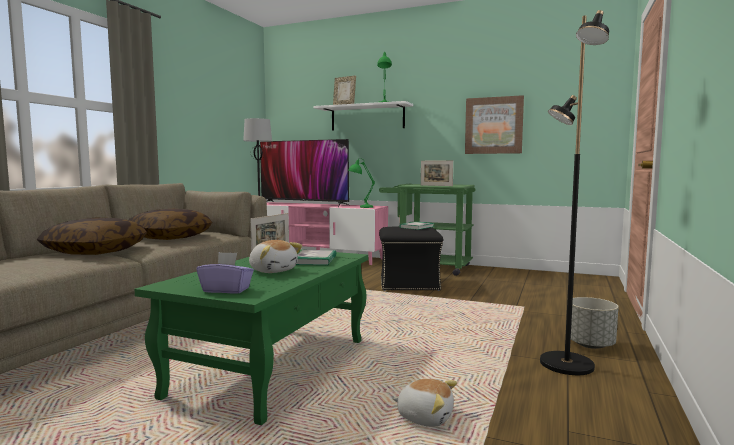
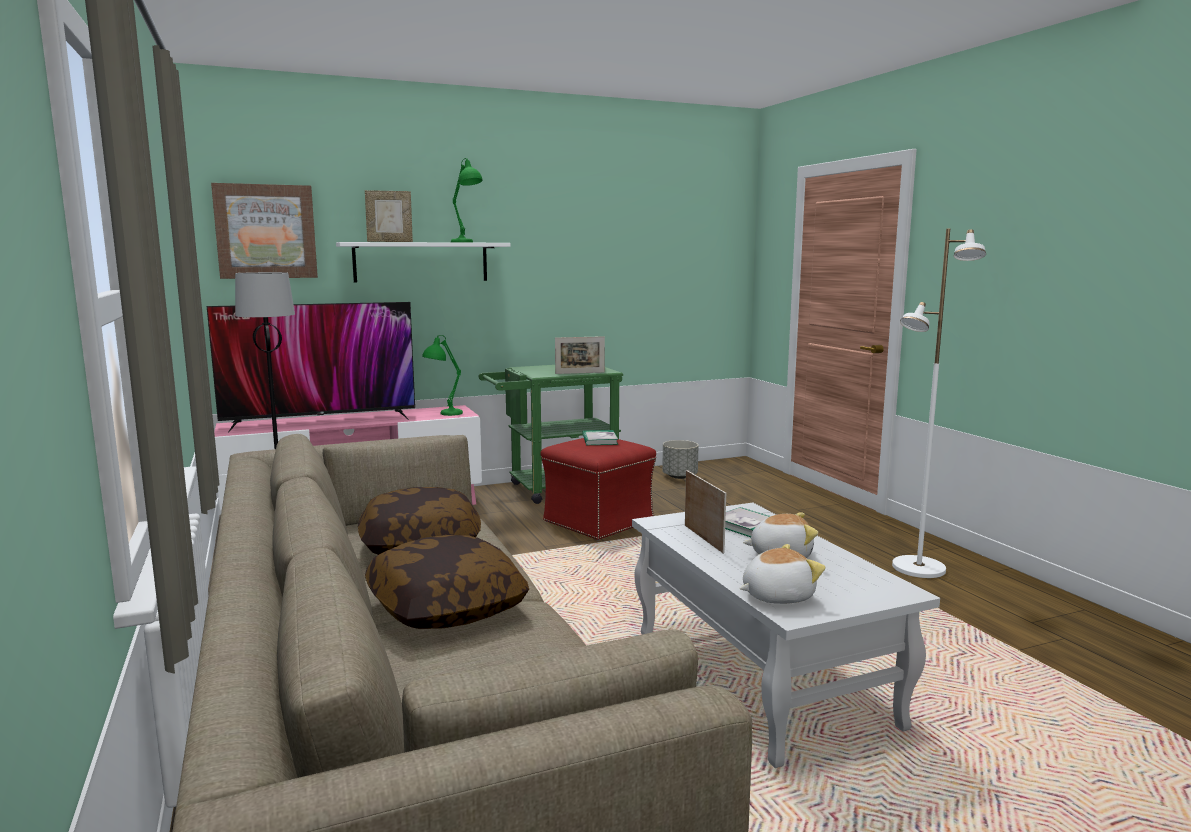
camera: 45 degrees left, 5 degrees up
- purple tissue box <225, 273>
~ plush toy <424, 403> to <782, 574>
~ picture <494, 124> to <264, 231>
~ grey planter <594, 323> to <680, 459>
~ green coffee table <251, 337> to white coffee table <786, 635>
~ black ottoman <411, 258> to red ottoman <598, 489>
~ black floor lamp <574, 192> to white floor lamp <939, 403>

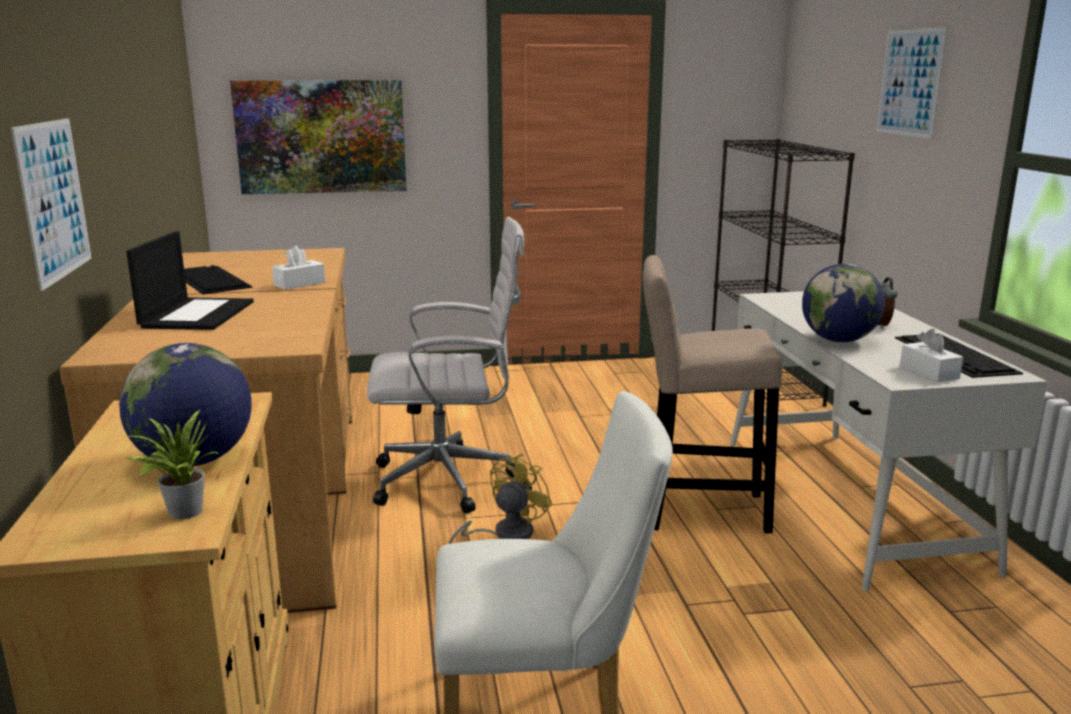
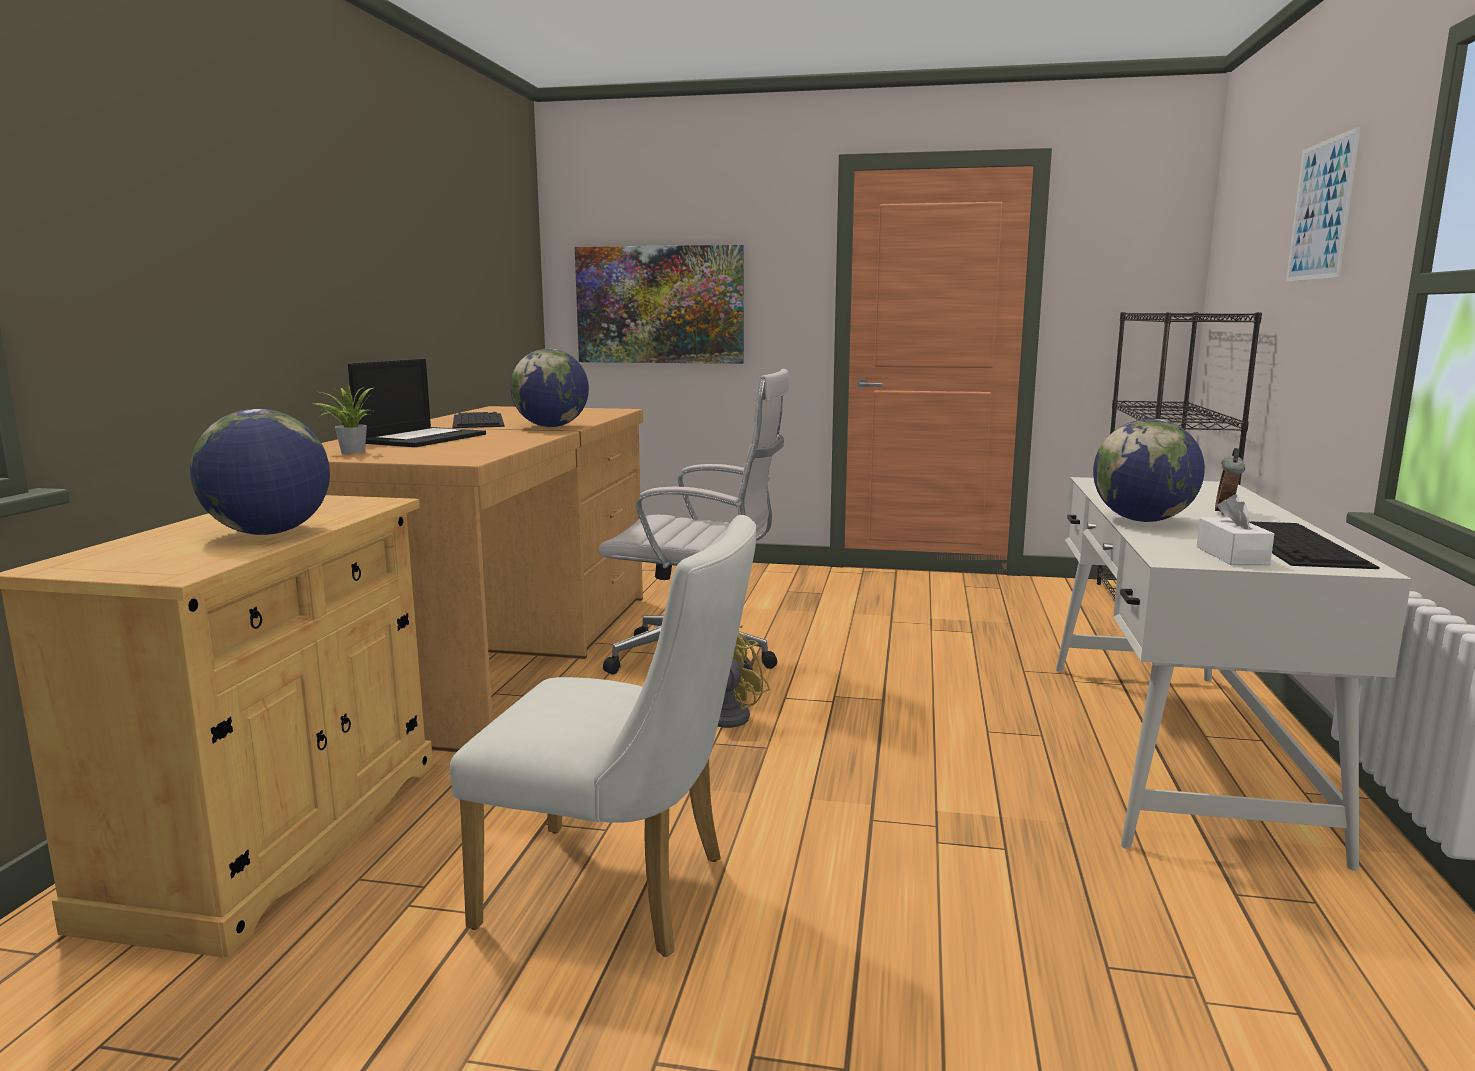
camera: 20 degrees right, 5 degrees down
- picture <51, 204>
- beige stool <712, 394>
~ potted plant <172, 464> to <343, 419>
~ white tissue box <298, 268> to globe <549, 388>

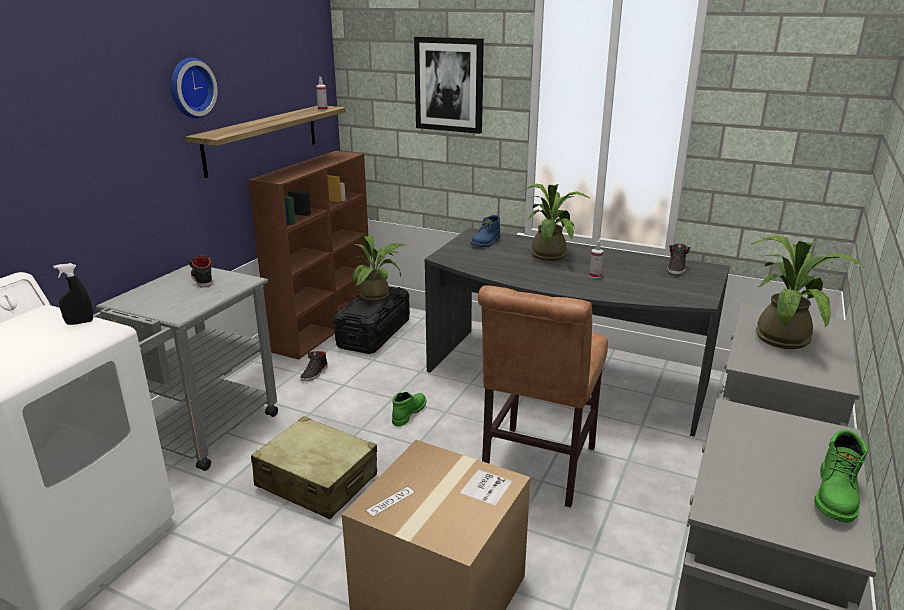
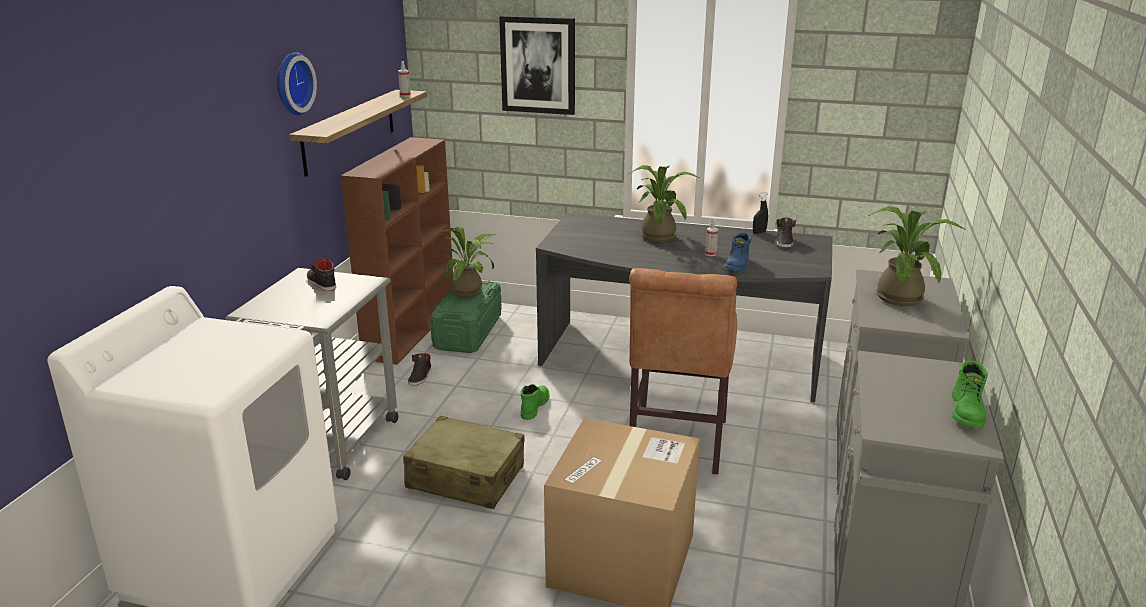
camera: 10 degrees left, 0 degrees up
~ black spray bottle <73, 294> to <760, 213>
~ blue boot <485, 231> to <737, 251>
~ black storage box <372, 320> to green storage box <466, 316>

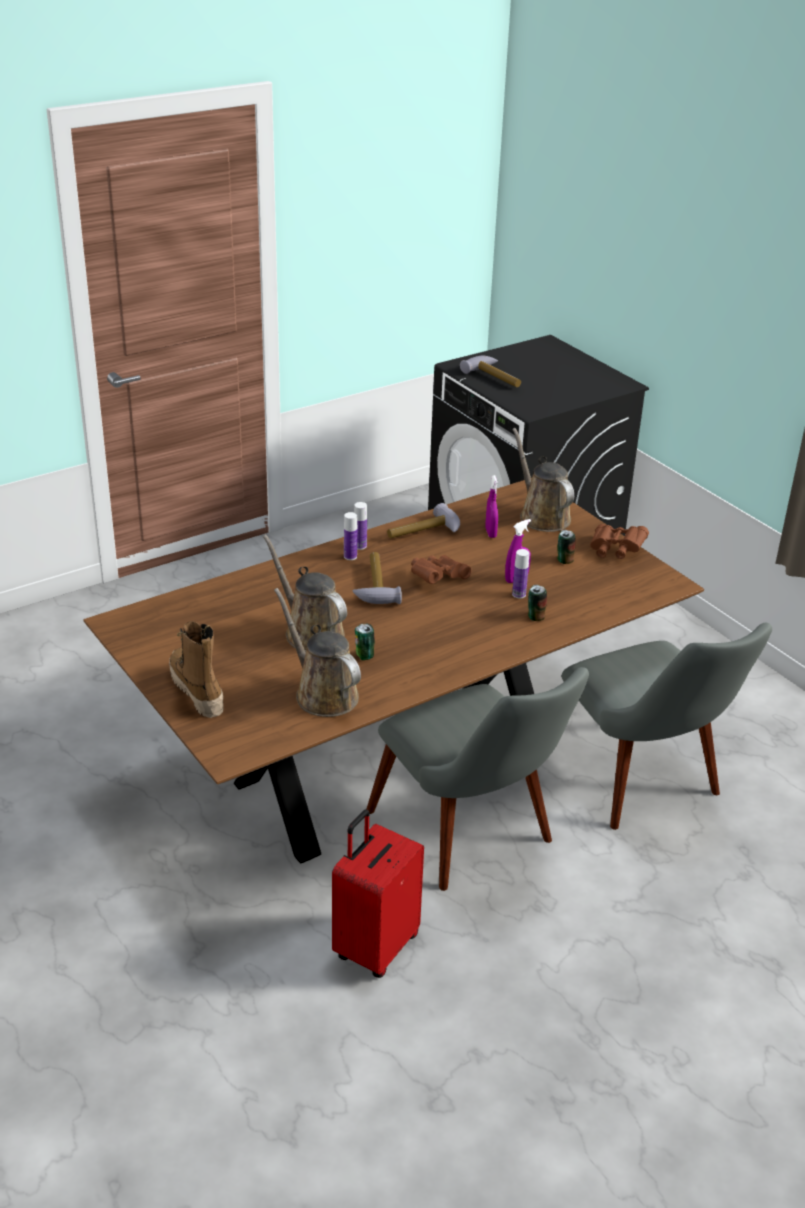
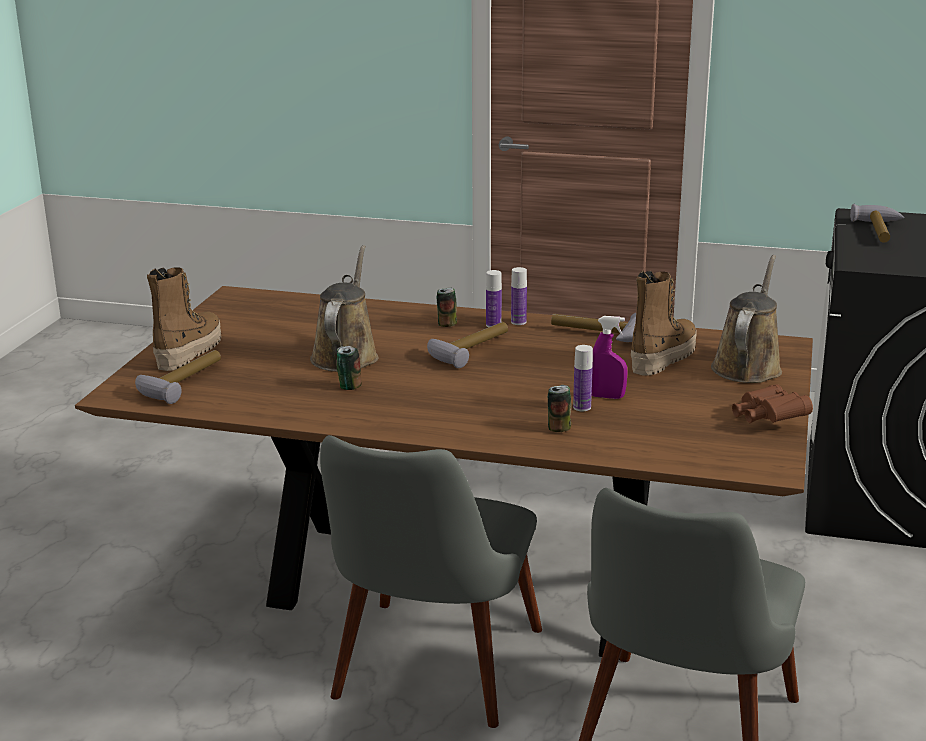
camera: 50 degrees right, 10 degrees down
- brown watering can <317, 652>
- red suitcase <378, 893>
- brown binoculars <441, 569>
+ hammer <178, 377>
~ can <566, 547> to <447, 307>
~ purple spray bottle <491, 506> to boot <664, 323>

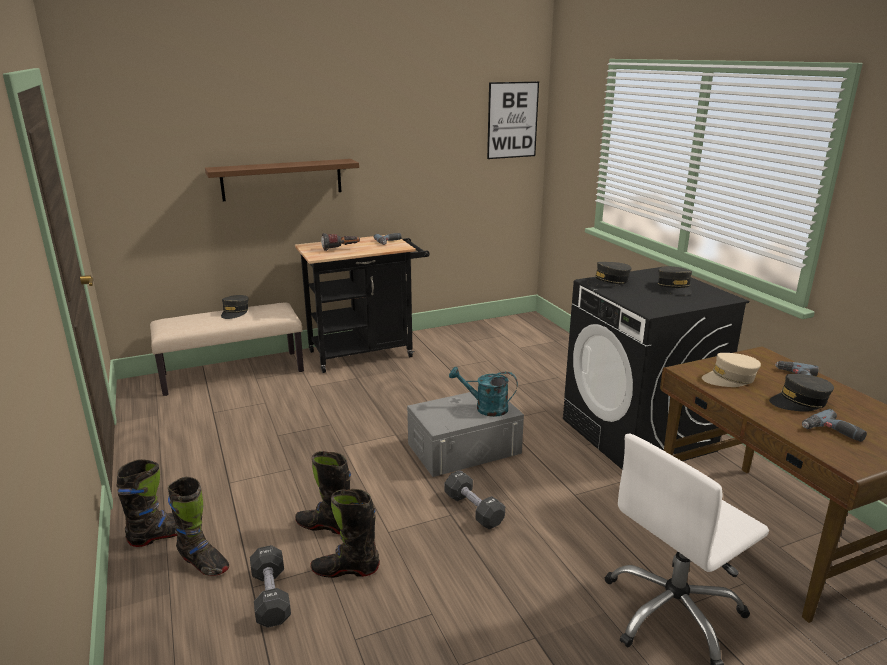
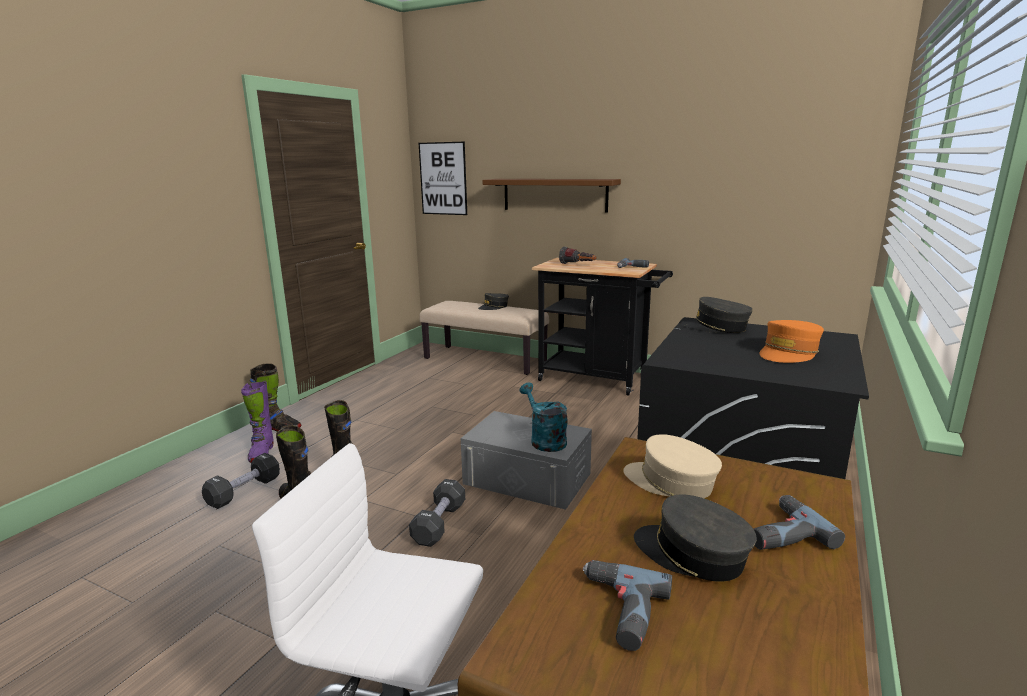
camera: 50 degrees right, 5 degrees down
~ picture <513, 120> to <443, 178>
~ black boot <198, 526> to purple boot <257, 422>
~ grey cap <675, 280> to orange cap <792, 341>

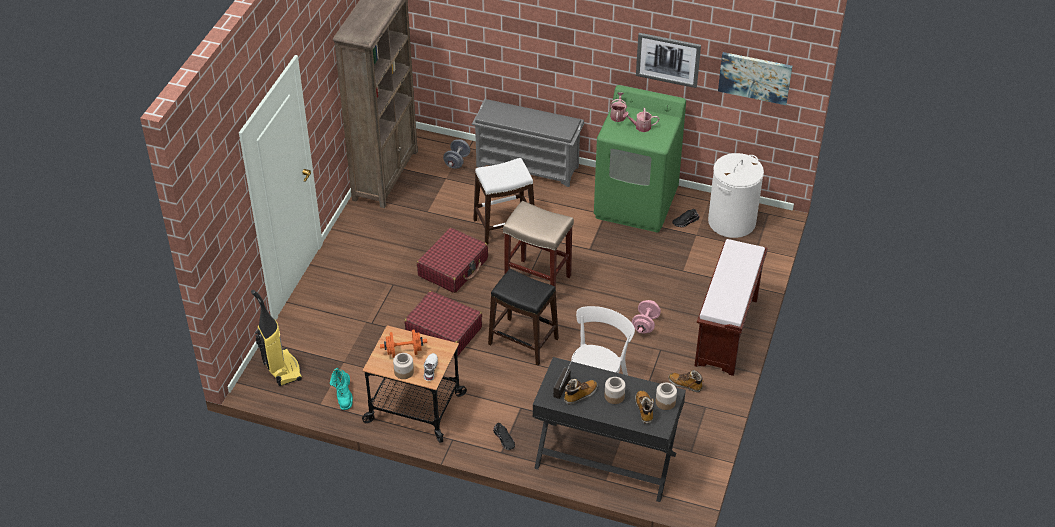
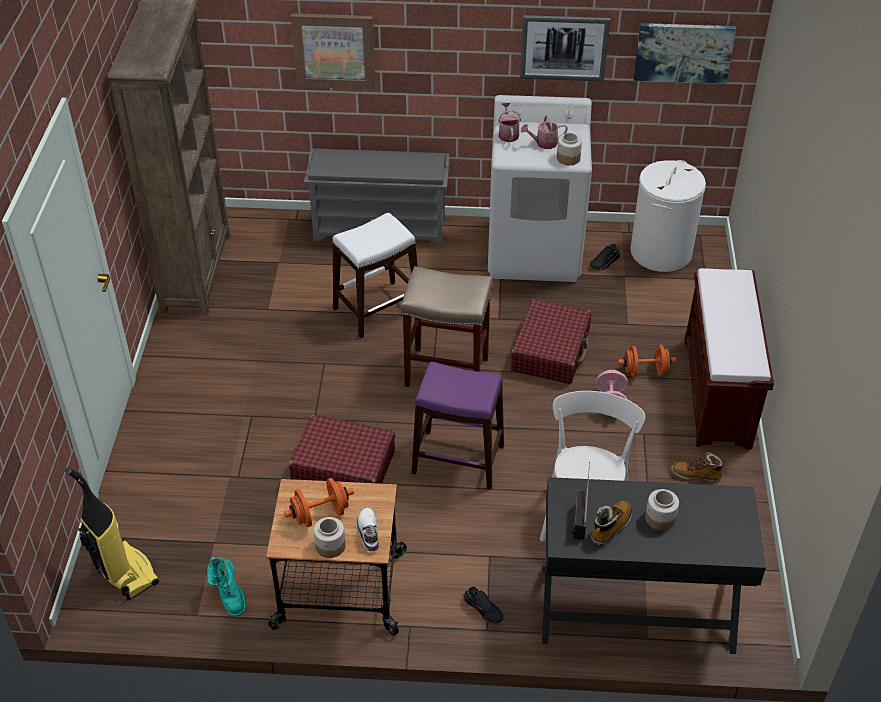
camera: 15 degrees left, 0 degrees up
- grey dumbbell <456, 153>
- boot <645, 407>
+ picture <333, 51>
+ orange dumbbell <647, 361>
~ red suitcase <452, 260> to <551, 341>
~ jar <666, 396> to <569, 149>
~ black stool <523, 317> to purple stool <458, 426>
~ green washing machine <640, 159> to white washing machine <540, 188>

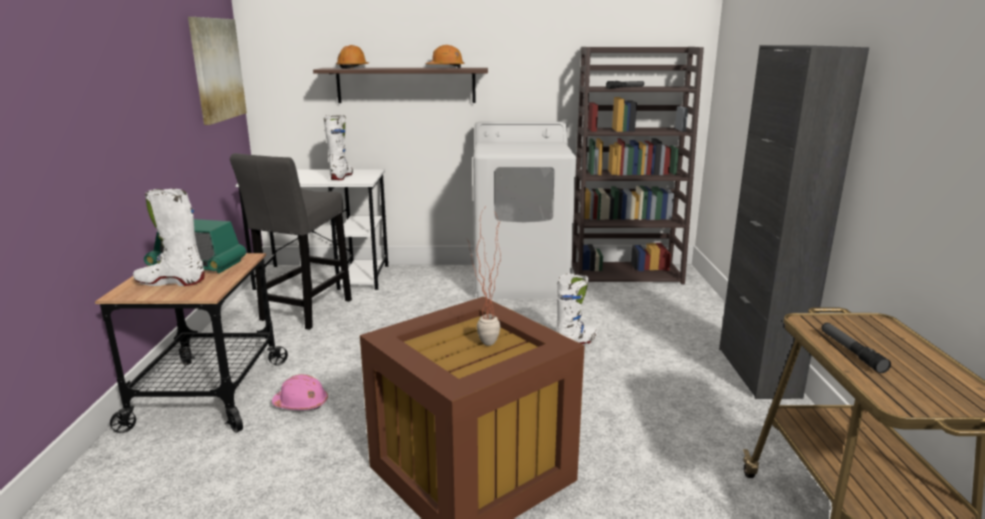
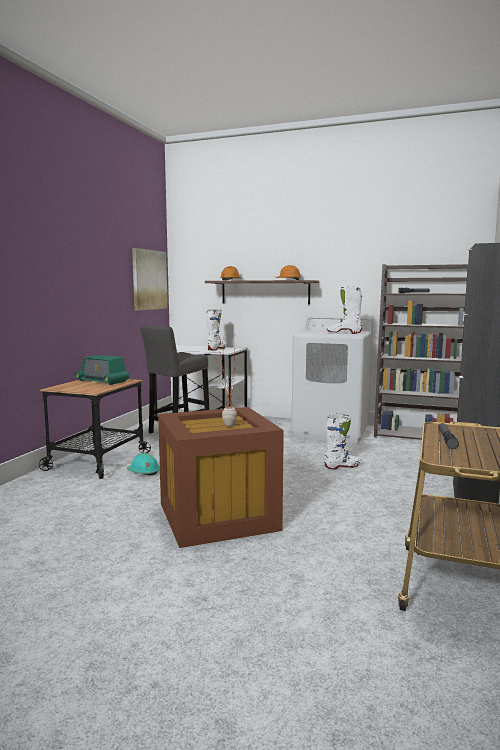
camera: 20 degrees right, 10 degrees down
~ white boot <169, 237> to <344, 310>
~ pink hard hat <300, 392> to turquoise hard hat <143, 464>

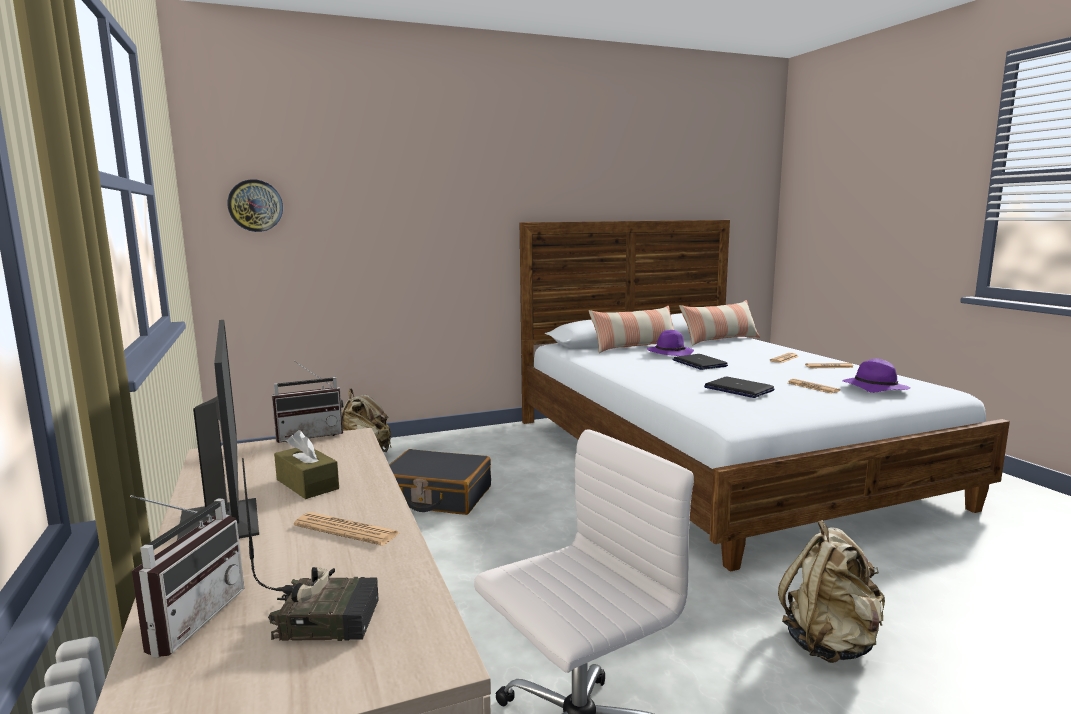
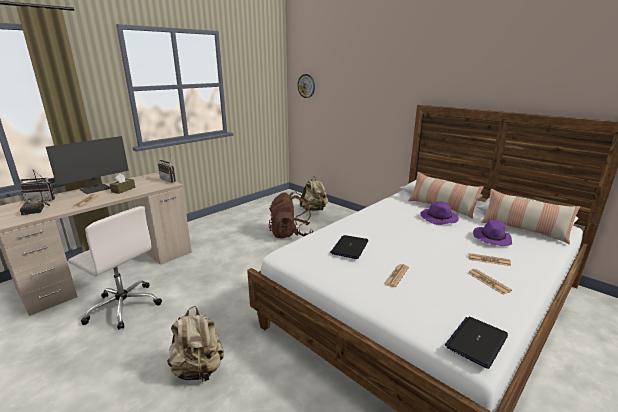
camera: 65 degrees right, 10 degrees up
~ laptop <700, 362> to <476, 343>
~ purple hat <876, 375> to <492, 233>
~ black suitcase <440, 482> to brown backpack <291, 215>

